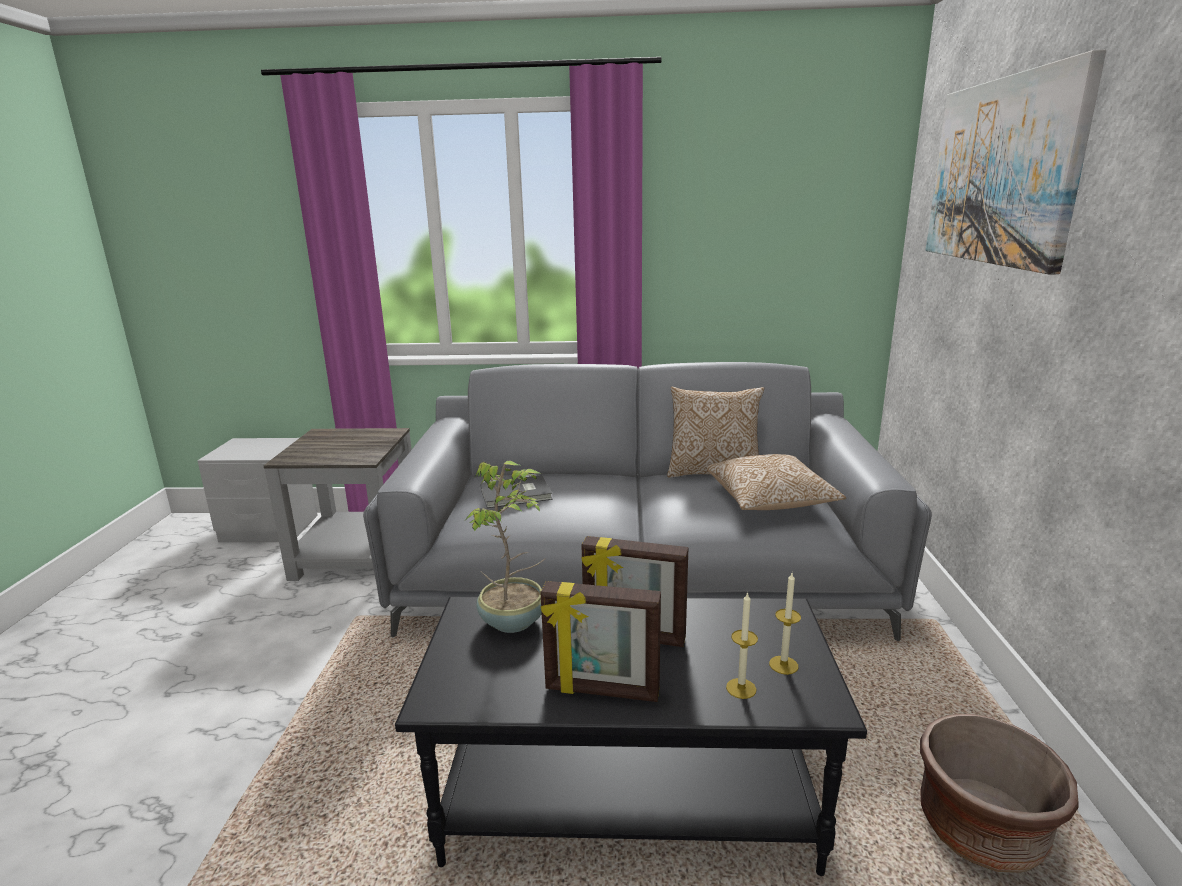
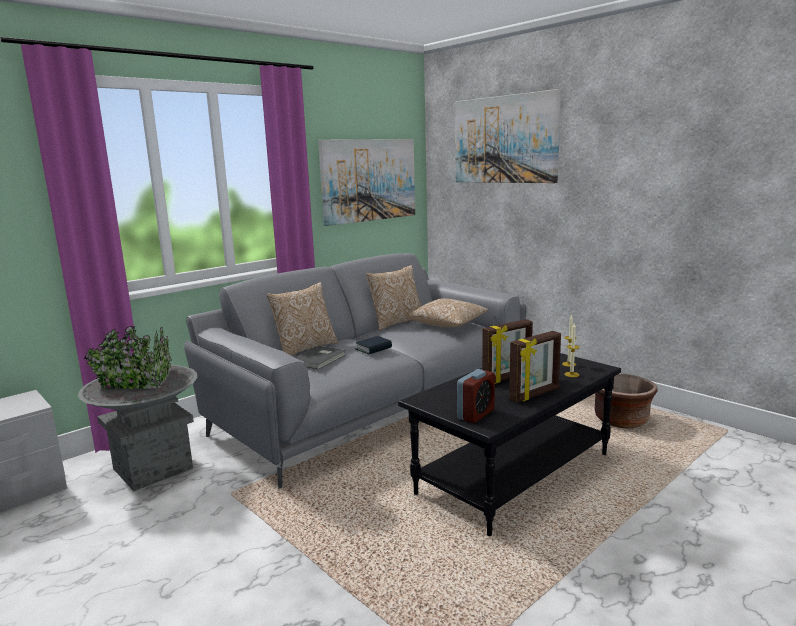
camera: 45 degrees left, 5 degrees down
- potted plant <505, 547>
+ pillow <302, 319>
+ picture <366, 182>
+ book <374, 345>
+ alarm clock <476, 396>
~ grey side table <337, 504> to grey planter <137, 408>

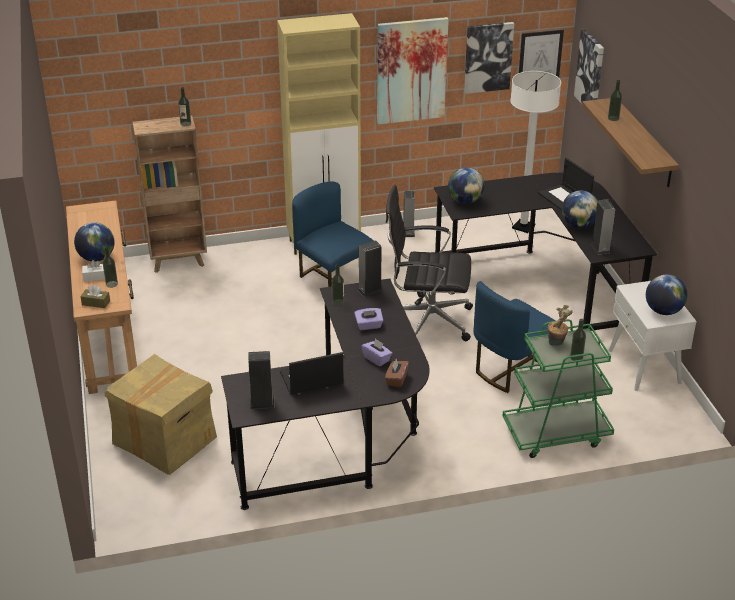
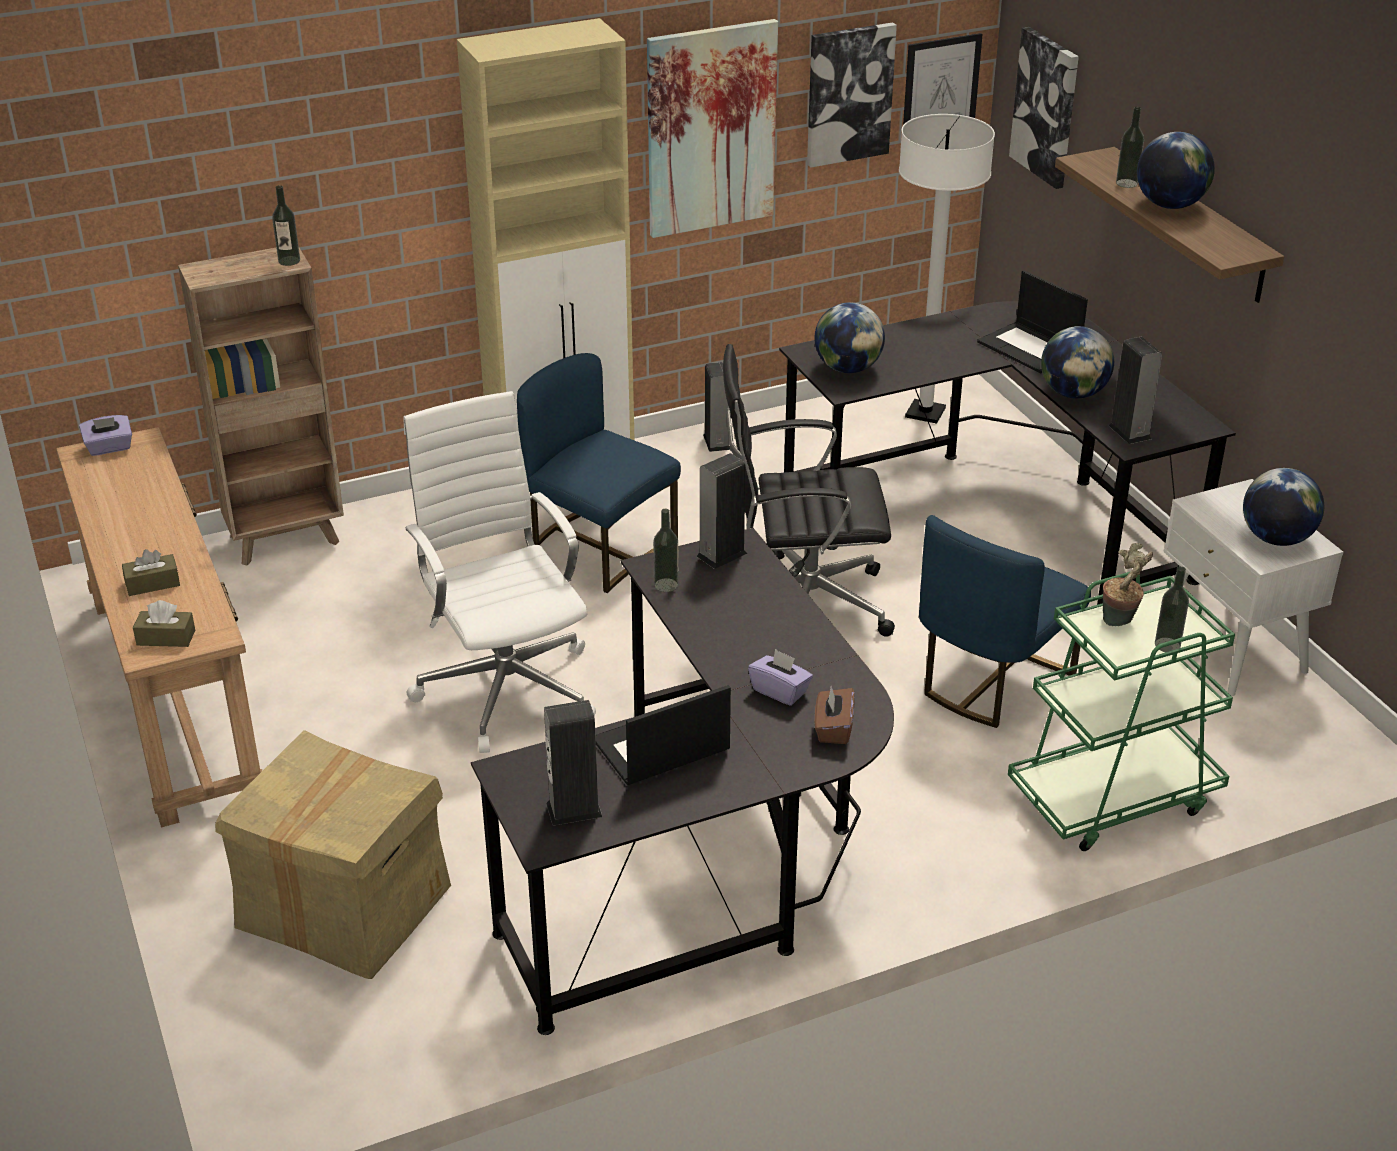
camera: 10 degrees left, 0 degrees up
- bottle <110, 267>
+ white office chair <499, 572>
~ globe <94, 242> to <1176, 170>
~ purple tissue box <369, 319> to <105, 435>
~ white tissue box <93, 271> to brown tissue box <151, 572>

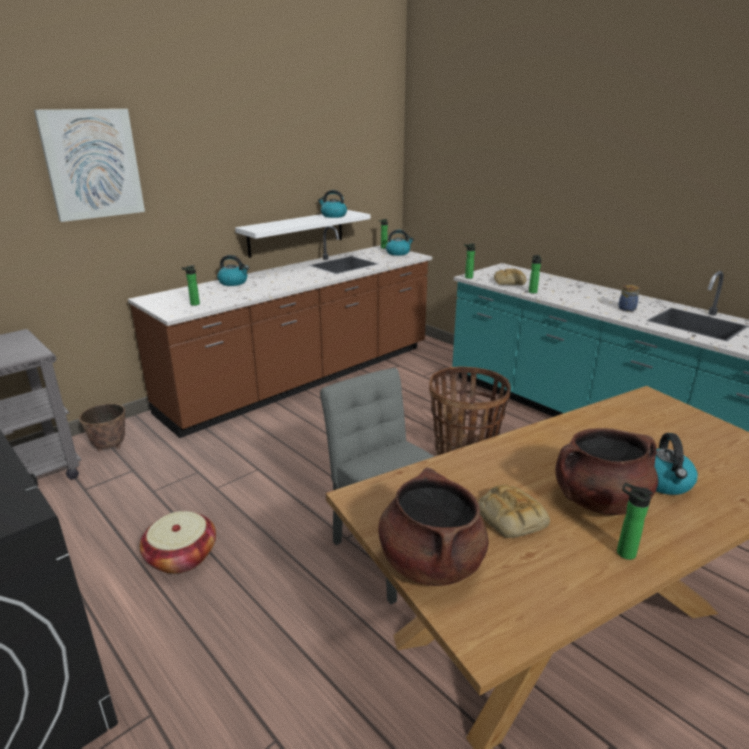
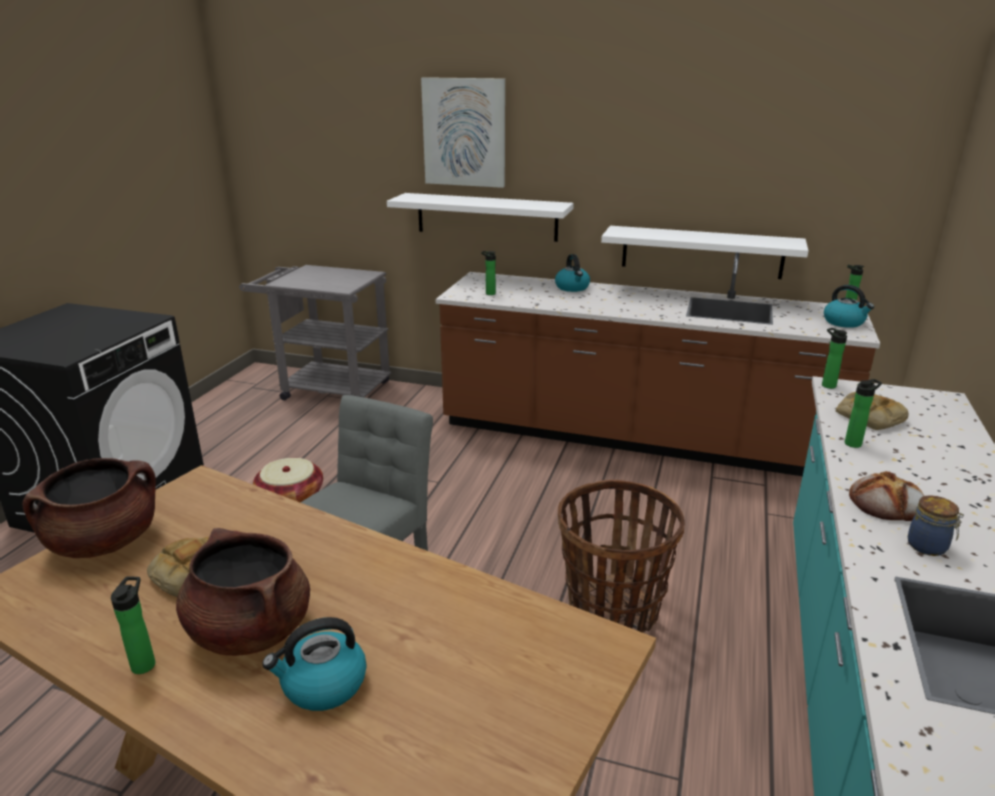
camera: 60 degrees right, 0 degrees up
- planter <102, 427>
- kettle <332, 204>
+ white shelf <480, 217>
+ bread <886, 496>

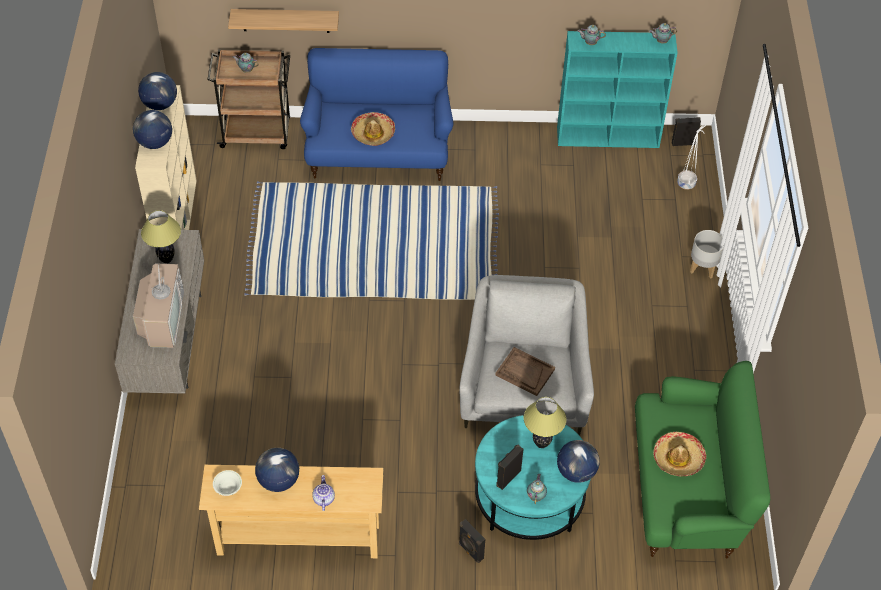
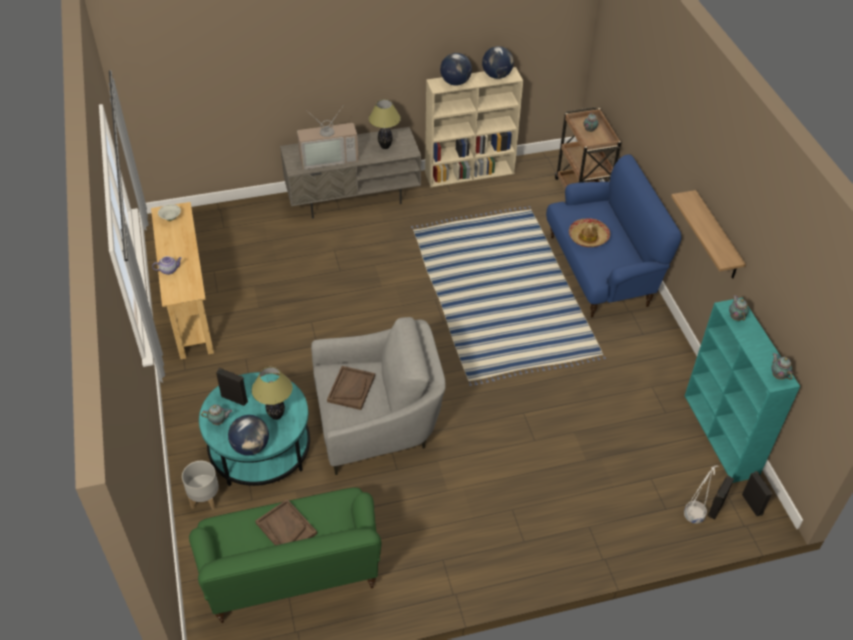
camera: 75 degrees right, 5 degrees down
- globe <277, 470>
~ shelf <283, 21> to <708, 234>
~ black speaker <472, 541> to <721, 497>
~ grey planter <707, 254> to <201, 485>
~ hat <679, 454> to brown tray <286, 522>

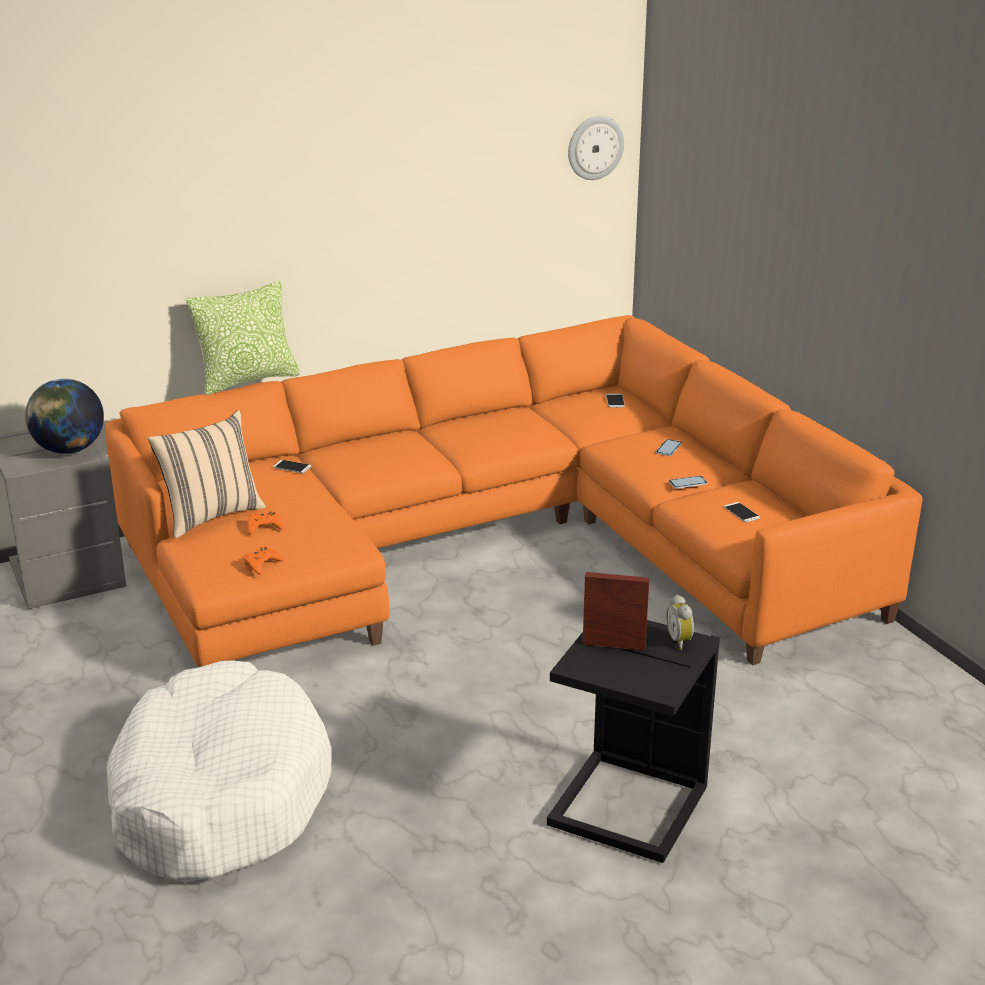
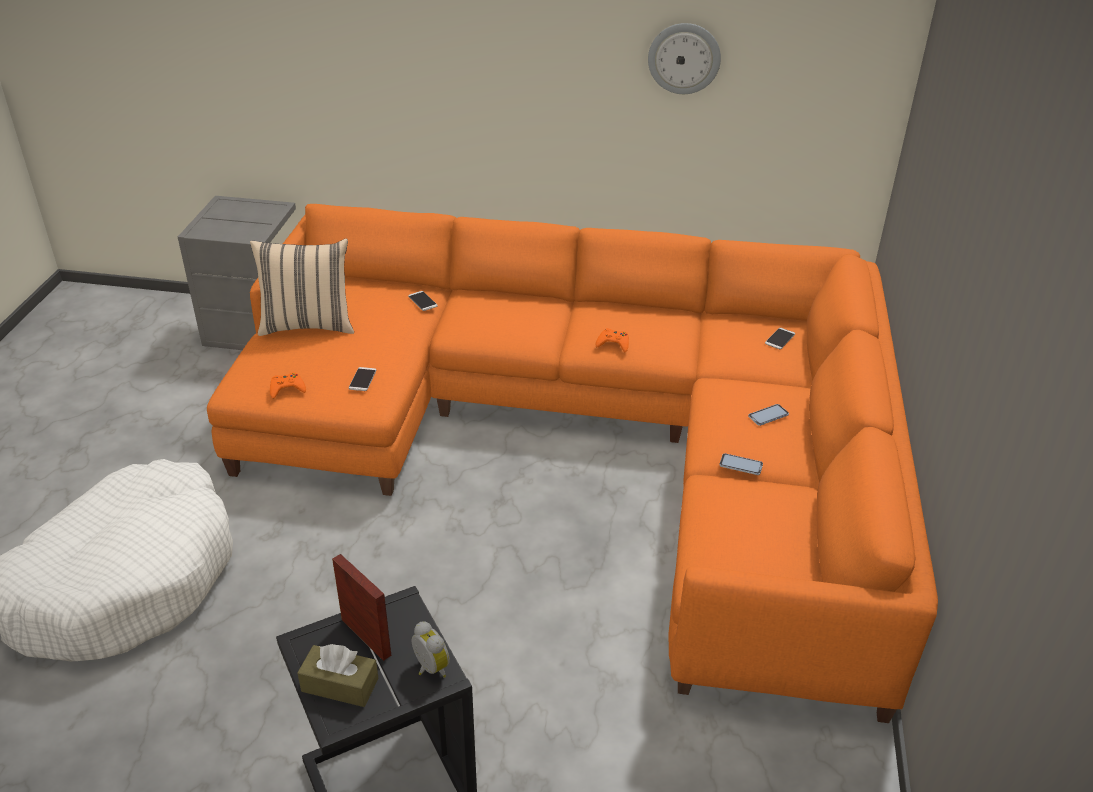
camera: 35 degrees right, 10 degrees up
- globe <64, 416>
- pillow <243, 338>
+ brown tissue box <338, 675>
~ orange game controller <266, 523> to <612, 340>
~ wall clock <596, 148> to <684, 58>
~ phone <742, 512> to <363, 379>
~ alarm clock <680, 622> = <430, 649> 120 degrees clockwise

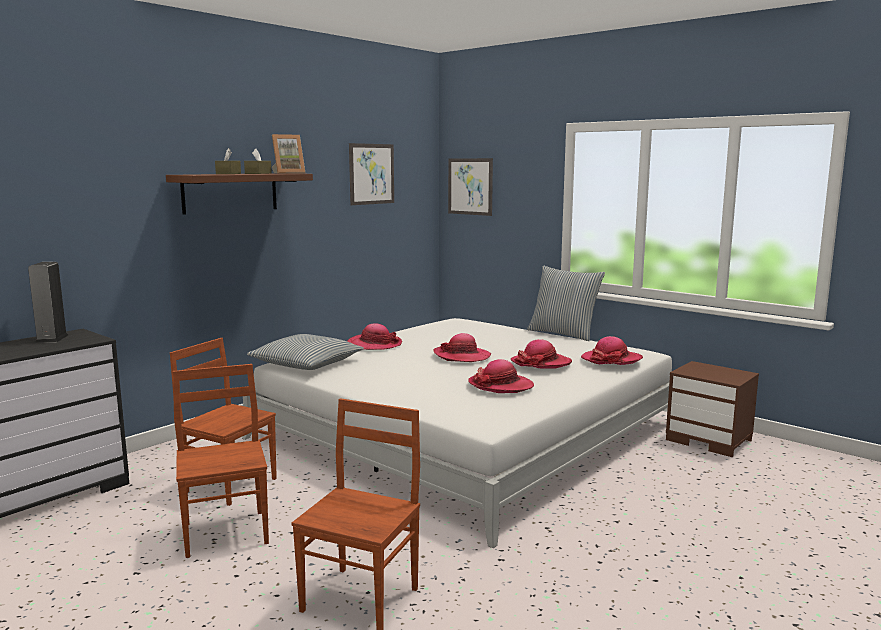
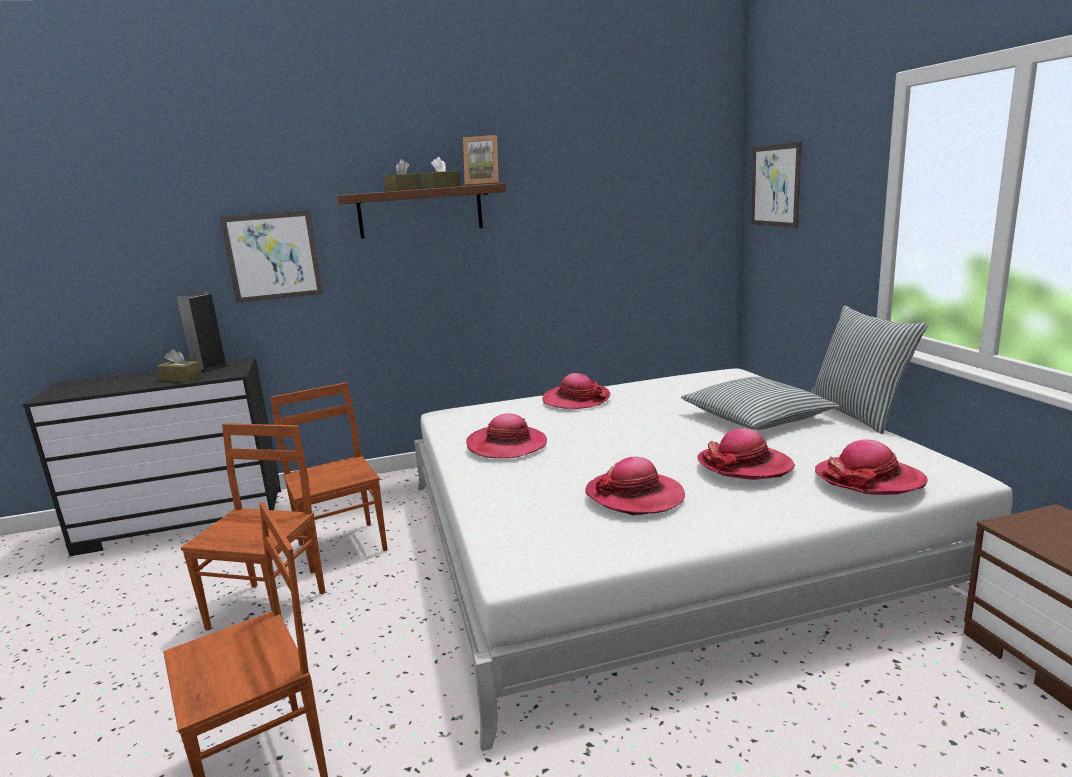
camera: 35 degrees right, 5 degrees up
+ brown tissue box <179, 365>
~ pillow <305, 352> to <760, 403>
~ picture <371, 174> to <271, 256>
~ hat <462, 347> to <506, 435>

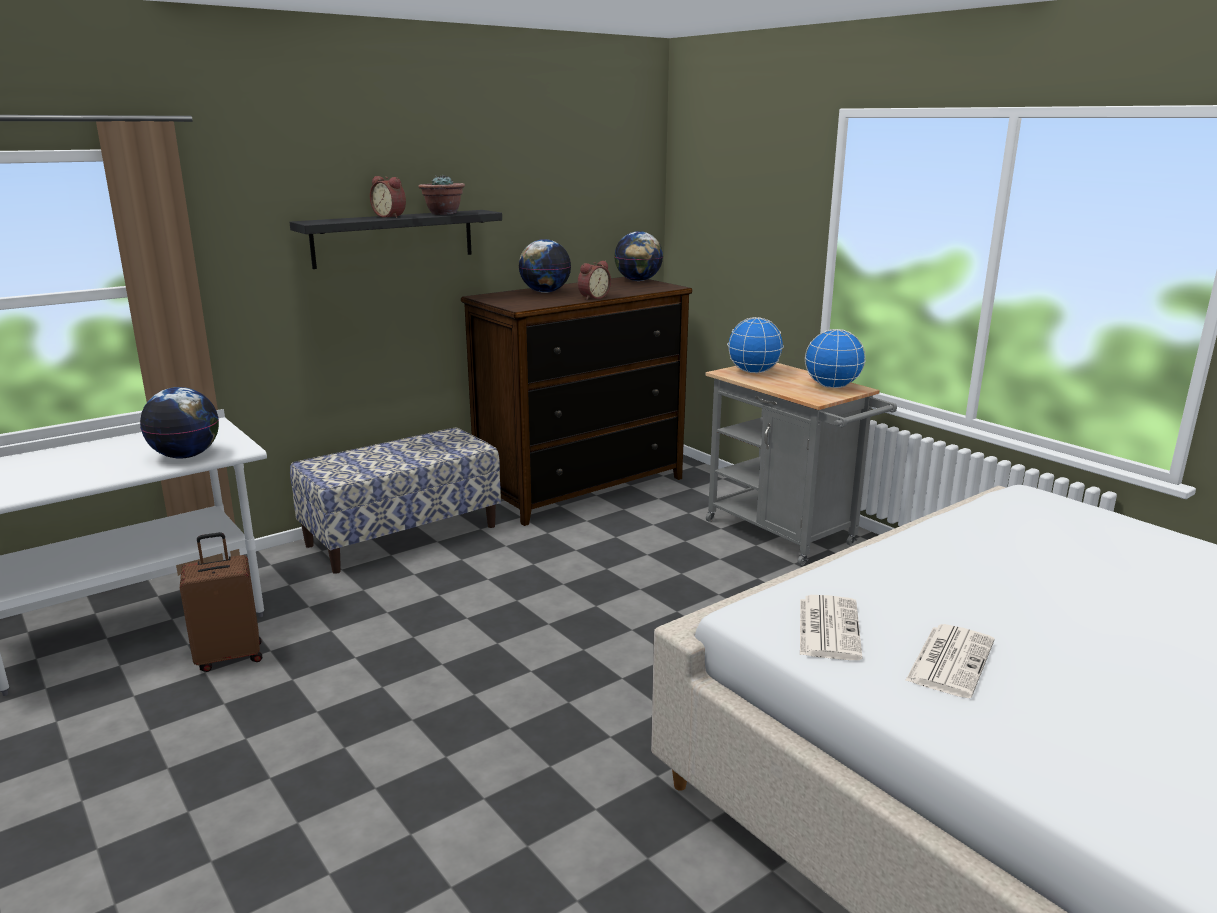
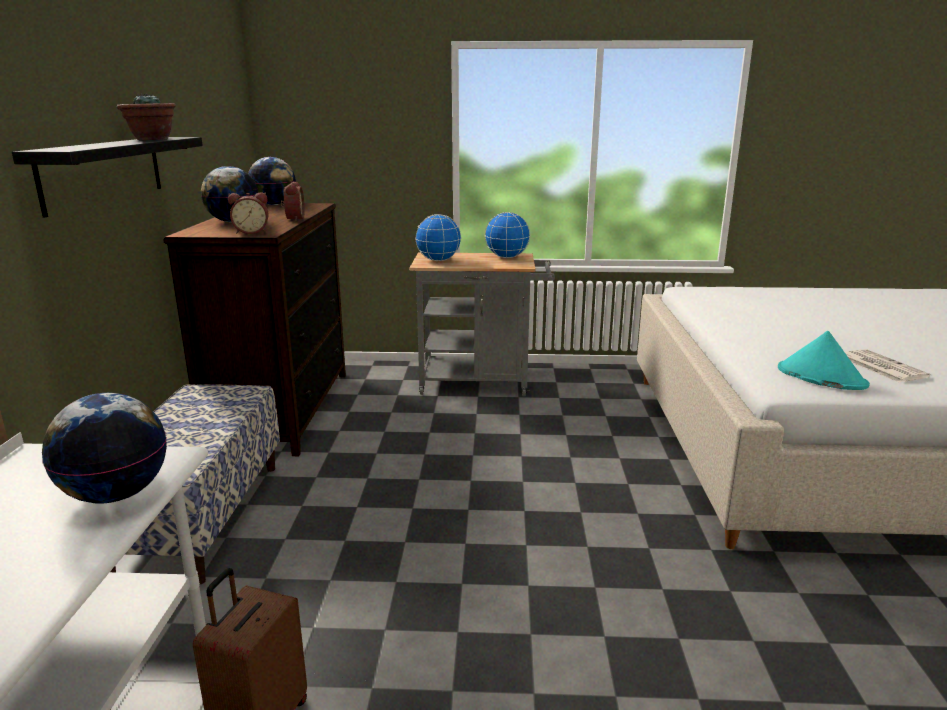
camera: 50 degrees left, 0 degrees up
~ alarm clock <388, 197> to <248, 213>
~ newspaper <831, 627> to turquoise hat <824, 360>

